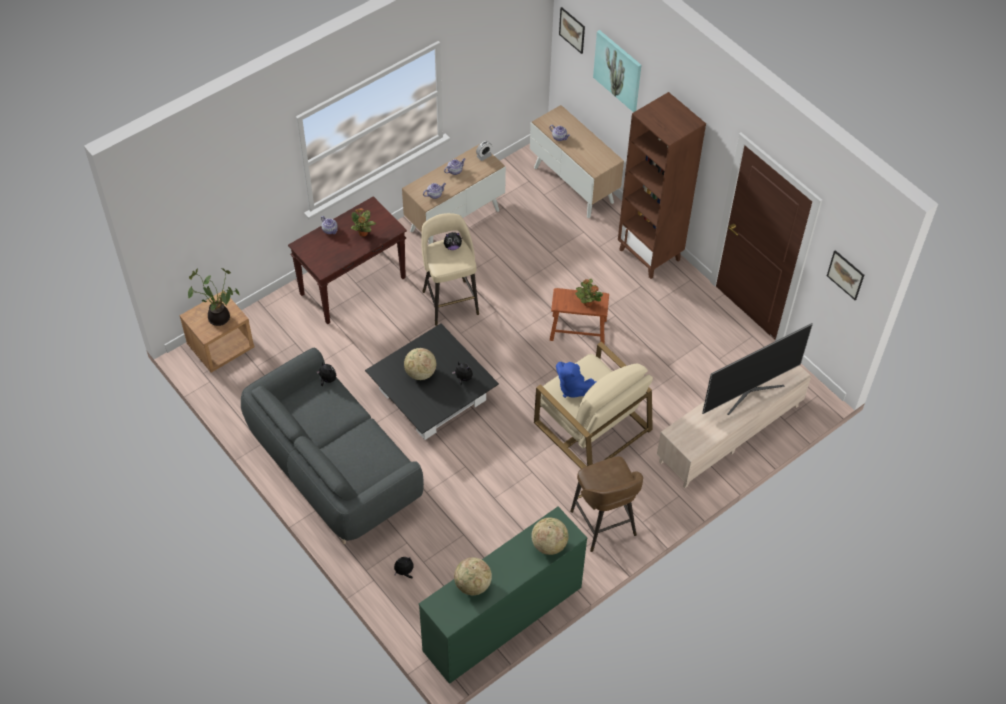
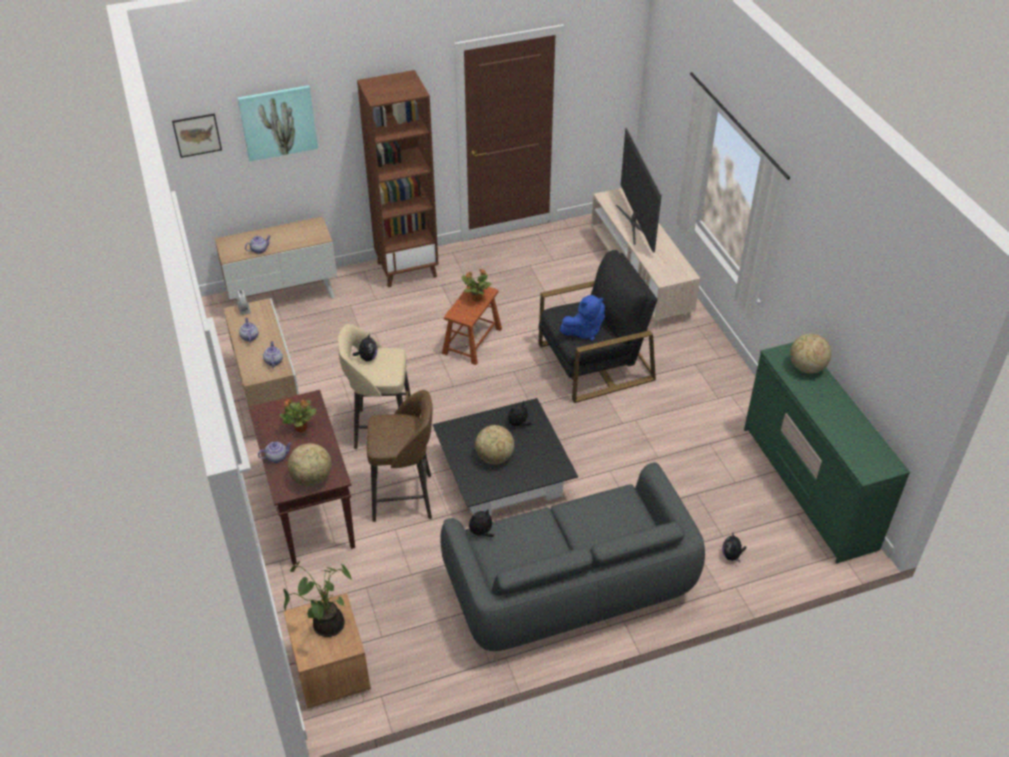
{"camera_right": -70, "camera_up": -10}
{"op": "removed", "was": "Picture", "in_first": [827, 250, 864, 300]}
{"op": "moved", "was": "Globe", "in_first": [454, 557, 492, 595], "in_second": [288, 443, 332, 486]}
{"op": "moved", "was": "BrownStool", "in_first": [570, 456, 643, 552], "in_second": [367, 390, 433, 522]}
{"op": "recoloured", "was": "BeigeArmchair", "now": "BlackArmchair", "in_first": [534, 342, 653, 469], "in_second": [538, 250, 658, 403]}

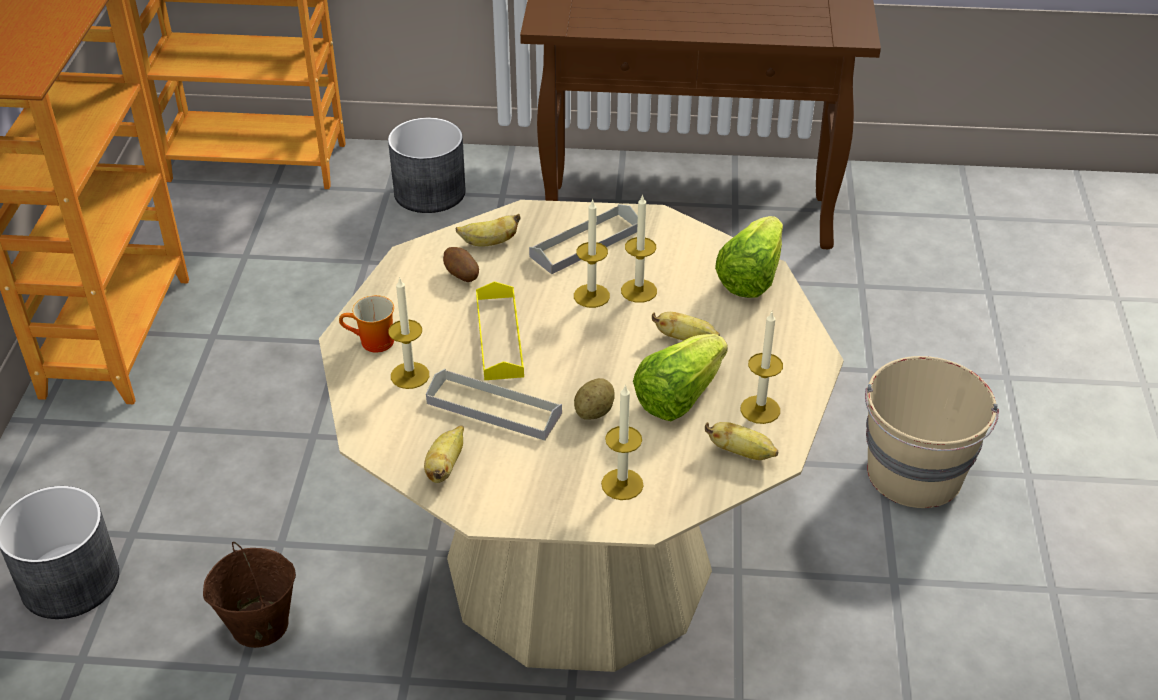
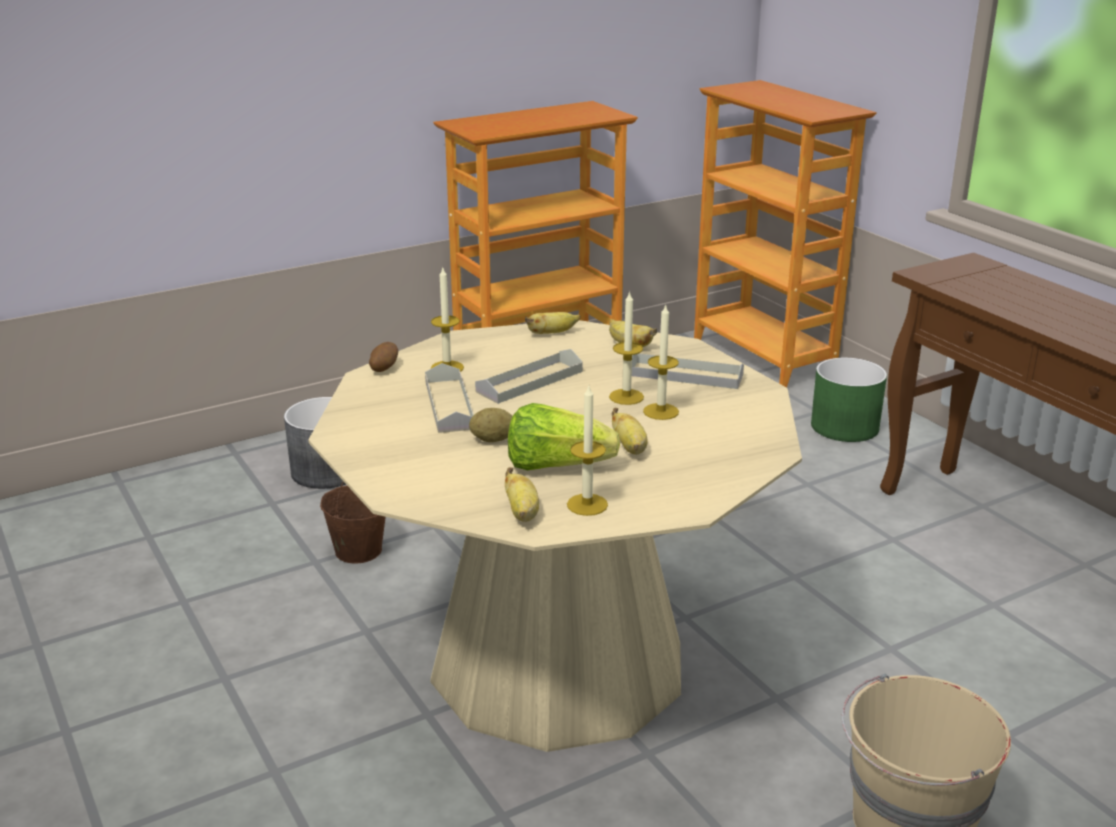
{"camera_right": 55, "camera_up": -15}
{"op": "removed", "was": "Mug", "in_first": [339, 295, 394, 353]}
{"op": "removed", "was": "Candle", "in_first": [601, 384, 644, 500]}
{"op": "removed", "was": "Lettuce", "in_first": [715, 216, 783, 298]}
{"op": "moved", "was": "Banana", "in_first": [424, 425, 464, 483], "in_second": [525, 312, 580, 334]}
{"op": "moved", "was": "Potato", "in_first": [443, 247, 479, 282], "in_second": [369, 342, 398, 372]}
{"op": "recoloured", "was": "GreyPlanter", "now": "GreenPlanter", "in_first": [388, 118, 466, 213], "in_second": [811, 358, 887, 442]}
{"op": "recoloured", "was": "YellowTray", "now": "GreyTray", "in_first": [476, 281, 524, 380], "in_second": [475, 349, 583, 404]}

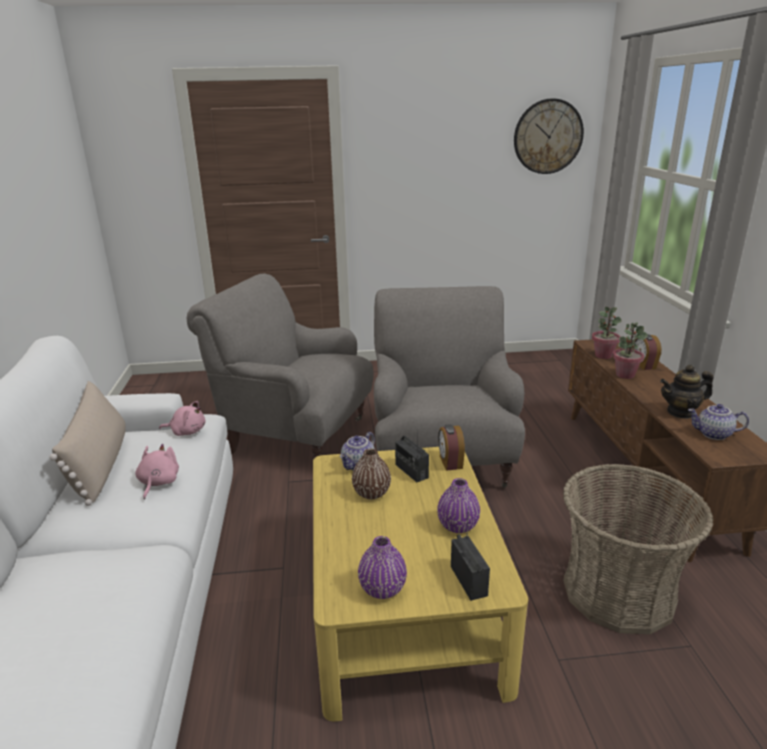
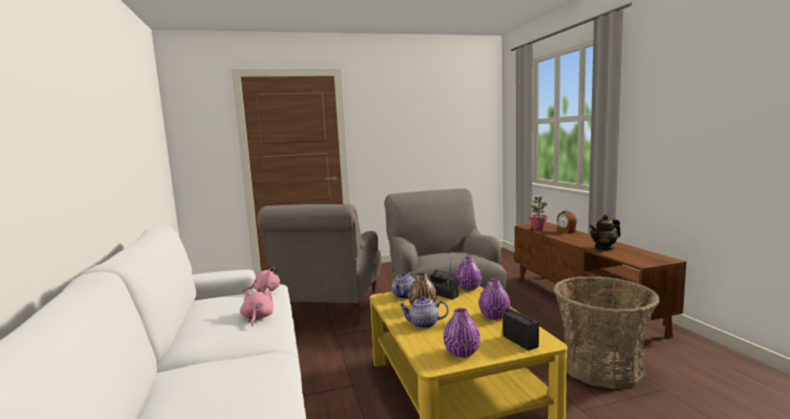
{"camera_right": -10, "camera_up": -15}
{"op": "removed", "was": "BeigePillow", "in_first": [49, 381, 126, 506]}
{"op": "removed", "was": "WallClock", "in_first": [514, 98, 584, 174]}
{"op": "removed", "was": "PottedPlant", "in_first": [613, 322, 648, 379]}
{"op": "moved", "was": "Teapot", "in_first": [688, 404, 749, 440], "in_second": [398, 296, 449, 329]}
{"op": "replaced", "was": "AlarmClock", "now": "PurpleVase", "in_first": [438, 424, 465, 471], "in_second": [455, 256, 481, 291]}
{"op": "turned", "was": "GreyArmchair", "in_first": [187, 273, 373, 457], "in_second": [257, 204, 381, 325], "clockwise": -90}

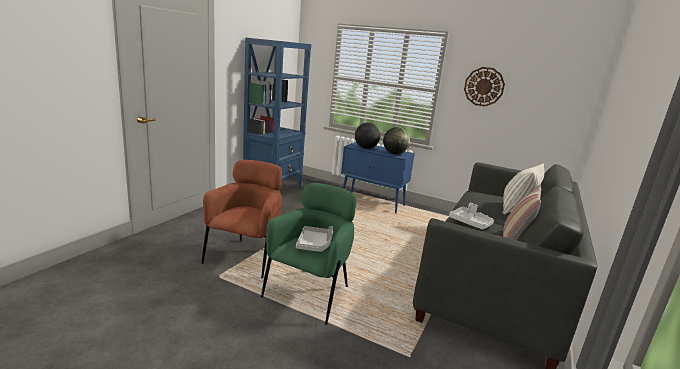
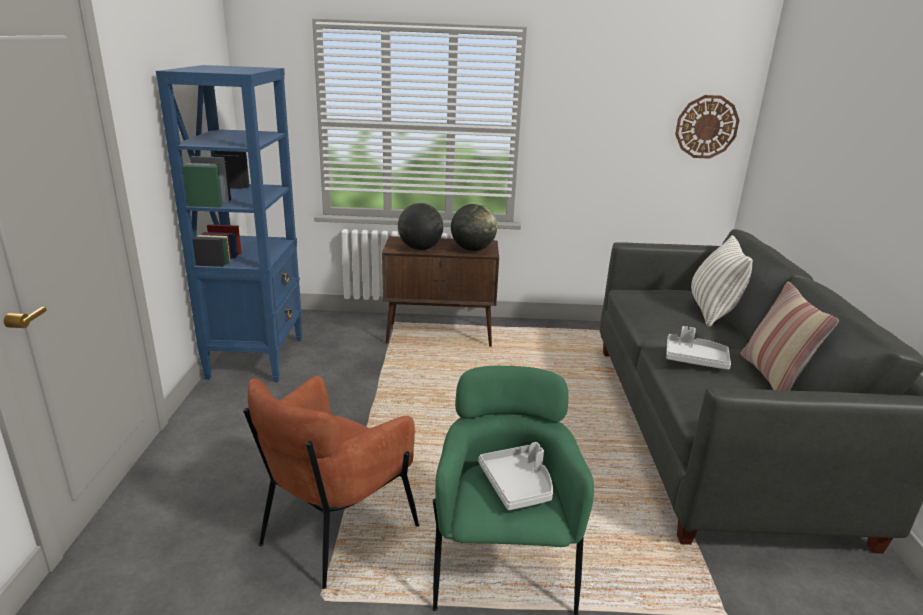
{"camera_right": -25, "camera_up": 5}
{"op": "moved", "was": "WallClock", "in_first": [464, 67, 505, 107], "in_second": [675, 95, 740, 159]}
{"op": "recoloured", "was": "BlueCabinet", "now": "BrownCabinet", "in_first": [341, 142, 415, 213], "in_second": [382, 236, 499, 347]}
{"op": "turned", "was": "BrownArmchair", "in_first": [201, 160, 282, 278], "in_second": [243, 376, 420, 589], "clockwise": -135}

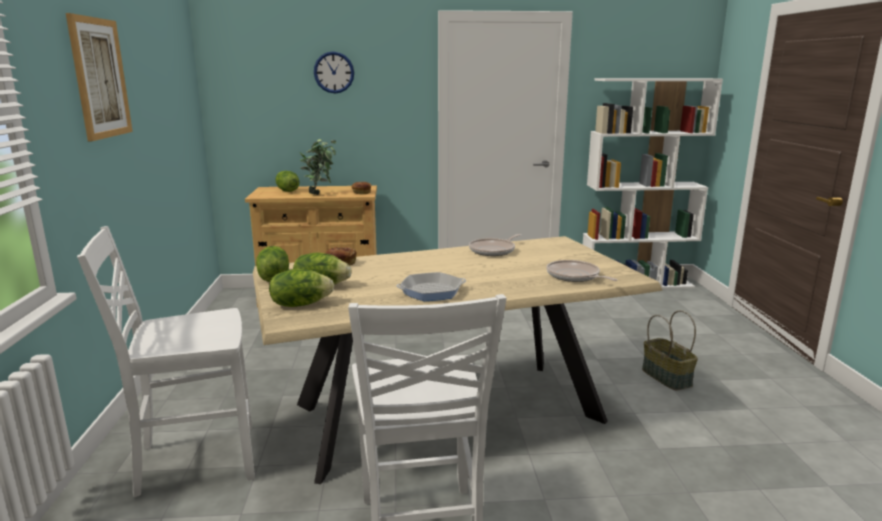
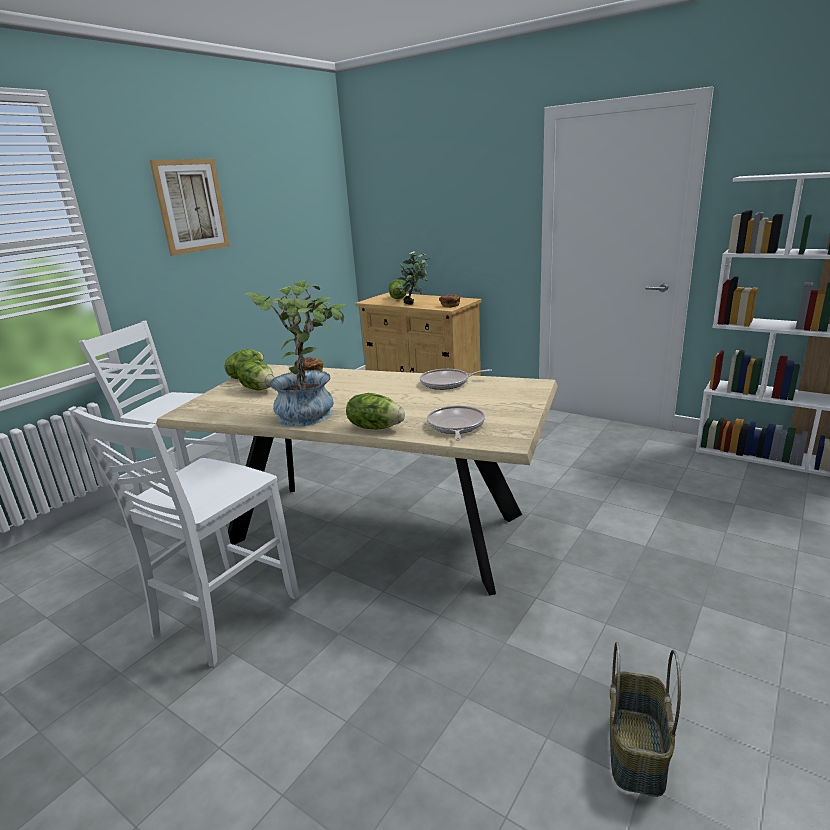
{"camera_right": 40, "camera_up": 5}
{"op": "removed", "was": "WallClock", "in_first": [314, 51, 354, 93]}
{"op": "moved", "was": "Lettuce", "in_first": [269, 269, 334, 307], "in_second": [346, 393, 405, 429]}
{"op": "moved", "was": "Basket", "in_first": [642, 310, 698, 390], "in_second": [610, 642, 681, 797]}
{"op": "replaced", "was": "FryingPan", "now": "PottedPlant", "in_first": [396, 272, 466, 301], "in_second": [245, 279, 345, 426]}

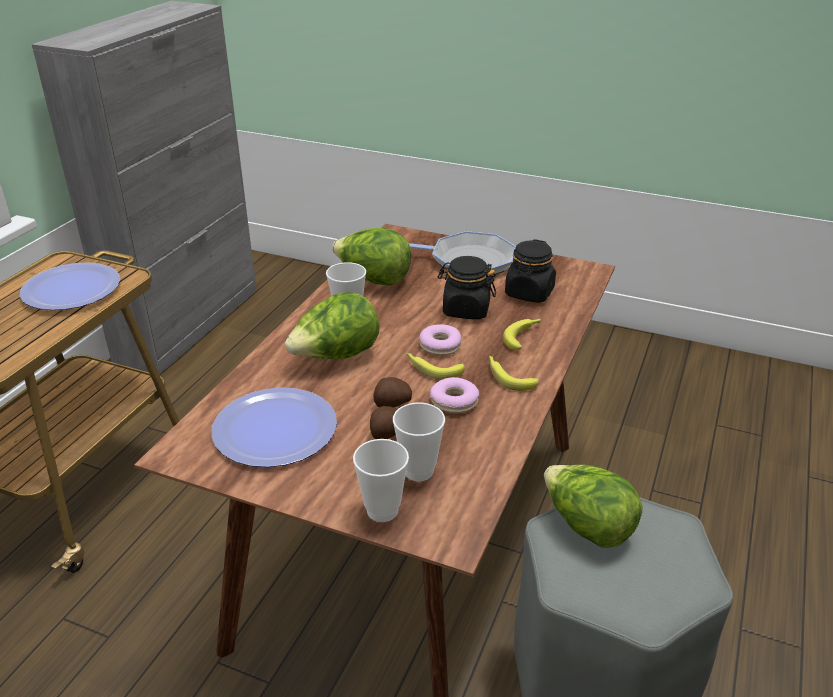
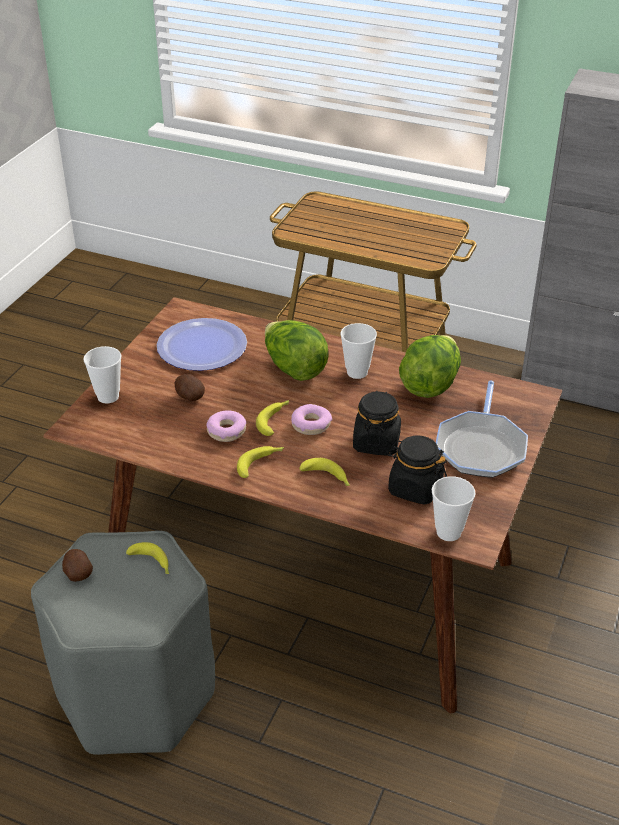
{"camera_right": 90, "camera_up": 5}
{"op": "removed", "was": "Plate", "in_first": [20, 262, 120, 310]}
{"op": "moved", "was": "Potato", "in_first": [373, 377, 412, 408], "in_second": [62, 549, 93, 582]}
{"op": "moved", "was": "Cup", "in_first": [393, 403, 445, 481], "in_second": [432, 476, 476, 541]}
{"op": "replaced", "was": "Lettuce", "now": "Banana", "in_first": [544, 465, 643, 548], "in_second": [126, 542, 169, 574]}

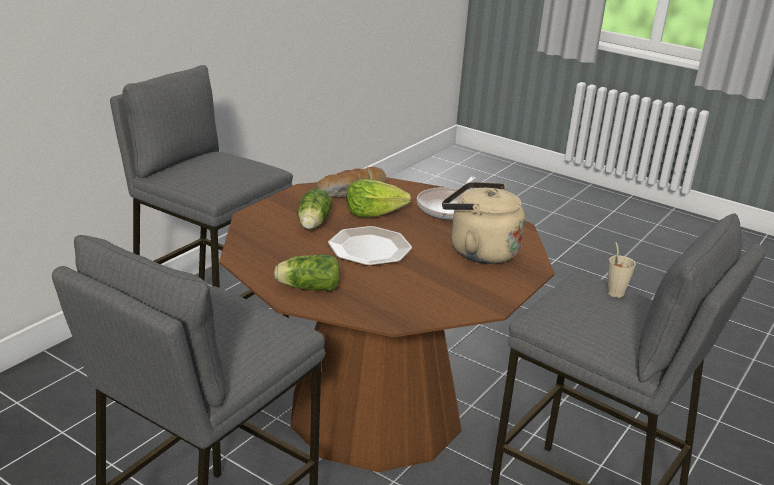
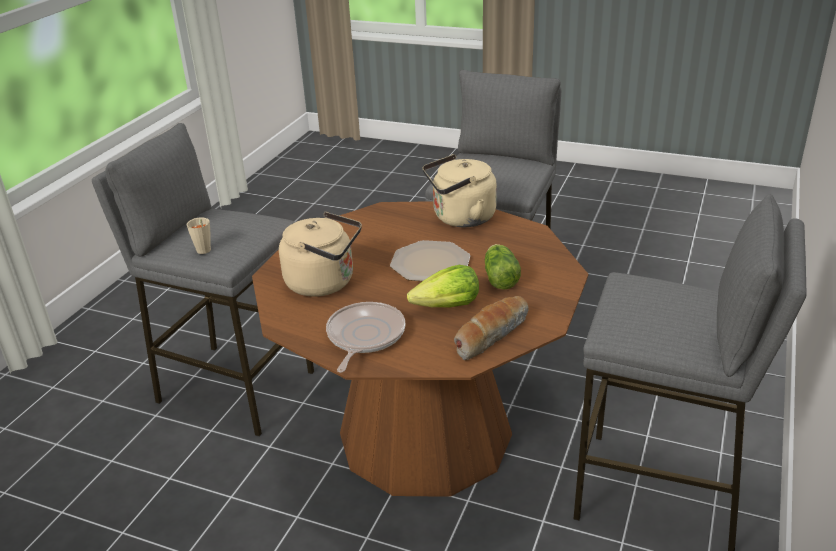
{"camera_right": 170, "camera_up": 5}
{"op": "replaced", "was": "Lettuce", "now": "BeigeKettle", "in_first": [274, 255, 340, 291], "in_second": [423, 154, 497, 227]}

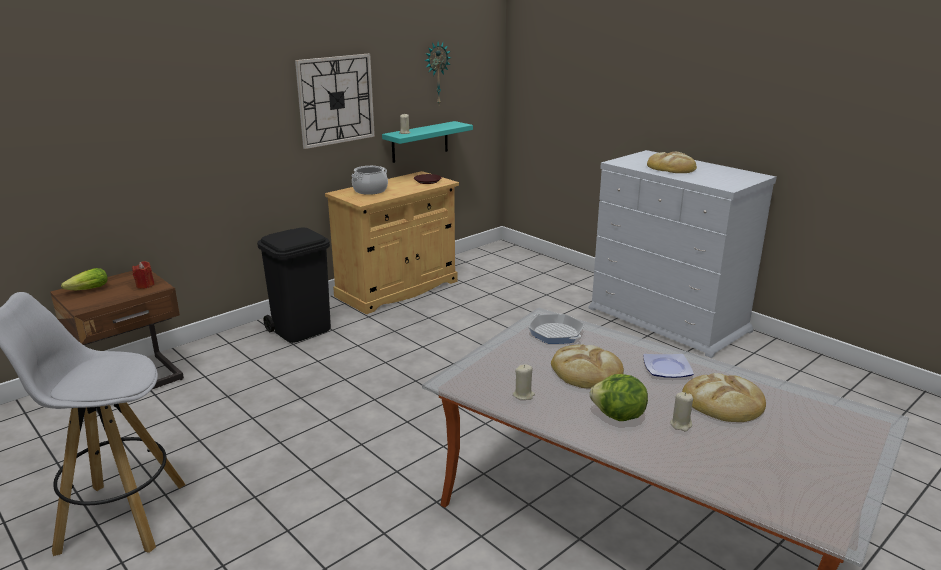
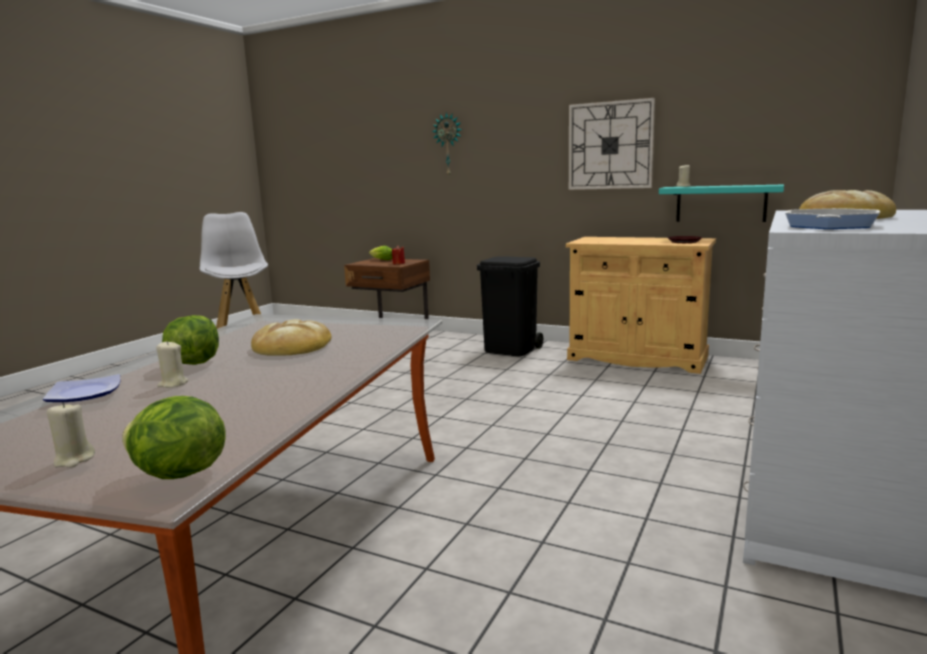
{"camera_right": 70, "camera_up": -10}
{"op": "removed", "was": "CookingPot", "in_first": [352, 166, 388, 195]}
{"op": "removed", "was": "Bread", "in_first": [682, 373, 766, 422]}
{"op": "added", "now": "Lettuce", "in_second": [122, 396, 226, 479]}
{"op": "moved", "was": "WallClock", "in_first": [425, 42, 451, 104], "in_second": [432, 112, 462, 176]}
{"op": "moved", "was": "BeigeCandle", "in_first": [513, 365, 535, 400], "in_second": [47, 402, 95, 468]}
{"op": "moved", "was": "FryingPan", "in_first": [528, 314, 584, 344], "in_second": [785, 208, 880, 229]}
{"op": "moved", "was": "Plate", "in_first": [643, 354, 694, 378], "in_second": [43, 374, 121, 402]}

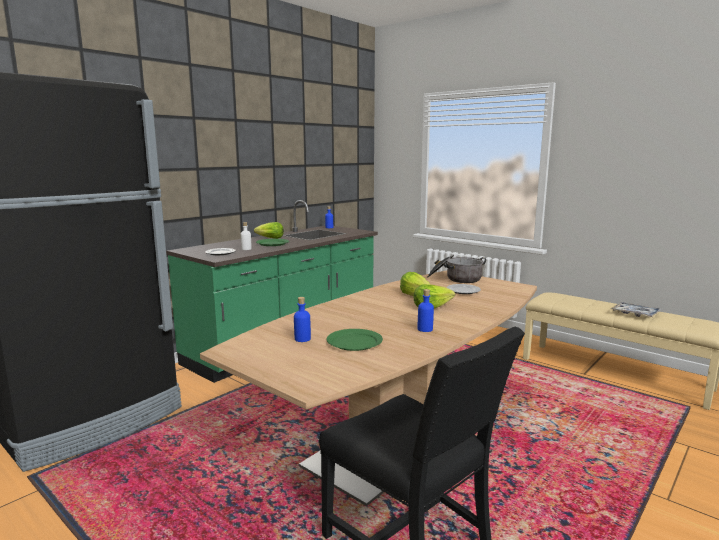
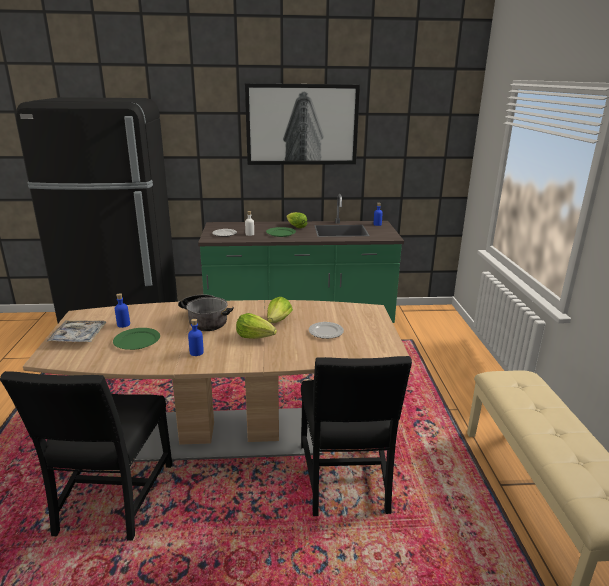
{"camera_right": 45, "camera_up": 10}
{"op": "added", "now": "Picture", "in_second": [245, 83, 360, 165]}
{"op": "added", "now": "BlackChair", "in_second": [301, 356, 412, 516]}
{"op": "moved", "was": "CookingPot", "in_first": [427, 255, 486, 283], "in_second": [178, 295, 234, 331]}
{"op": "moved", "was": "Tray", "in_first": [610, 302, 661, 317], "in_second": [46, 320, 106, 342]}

